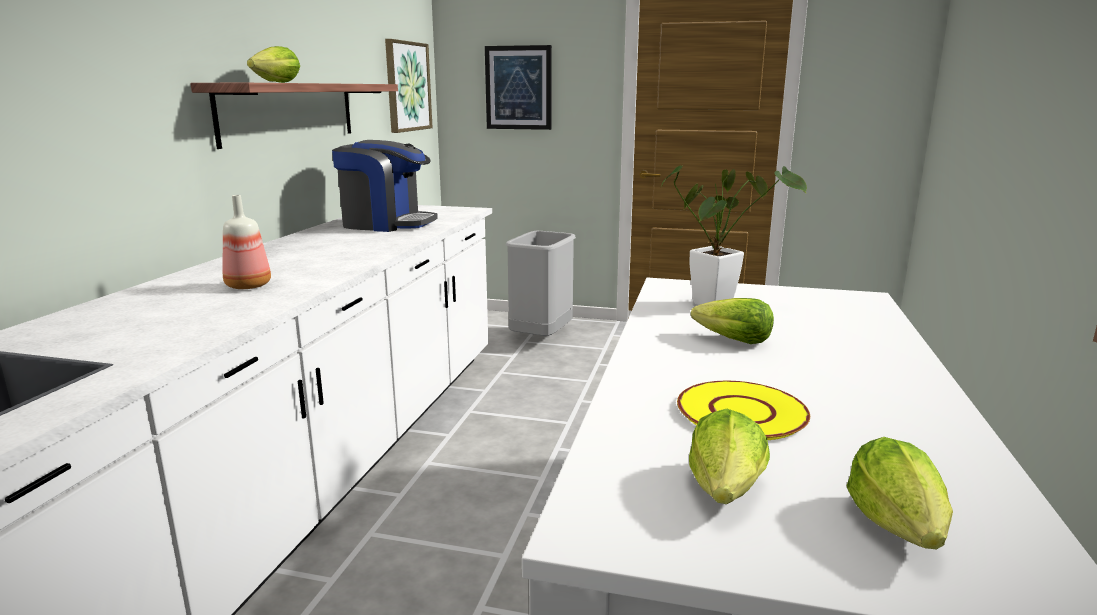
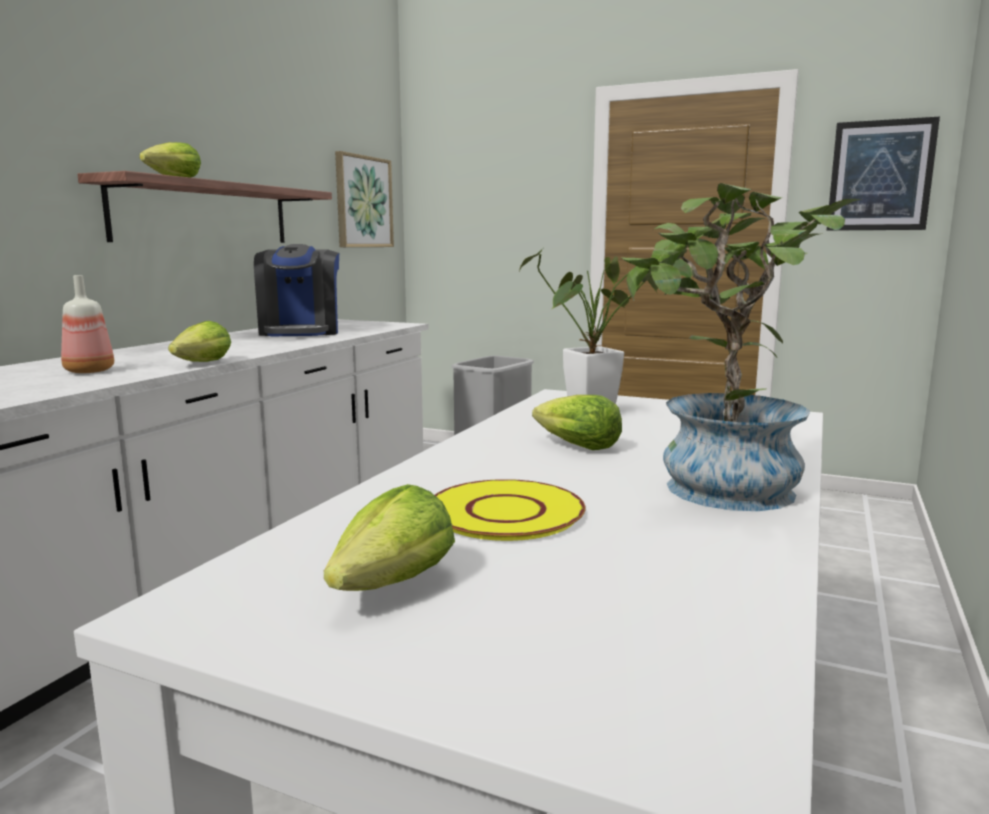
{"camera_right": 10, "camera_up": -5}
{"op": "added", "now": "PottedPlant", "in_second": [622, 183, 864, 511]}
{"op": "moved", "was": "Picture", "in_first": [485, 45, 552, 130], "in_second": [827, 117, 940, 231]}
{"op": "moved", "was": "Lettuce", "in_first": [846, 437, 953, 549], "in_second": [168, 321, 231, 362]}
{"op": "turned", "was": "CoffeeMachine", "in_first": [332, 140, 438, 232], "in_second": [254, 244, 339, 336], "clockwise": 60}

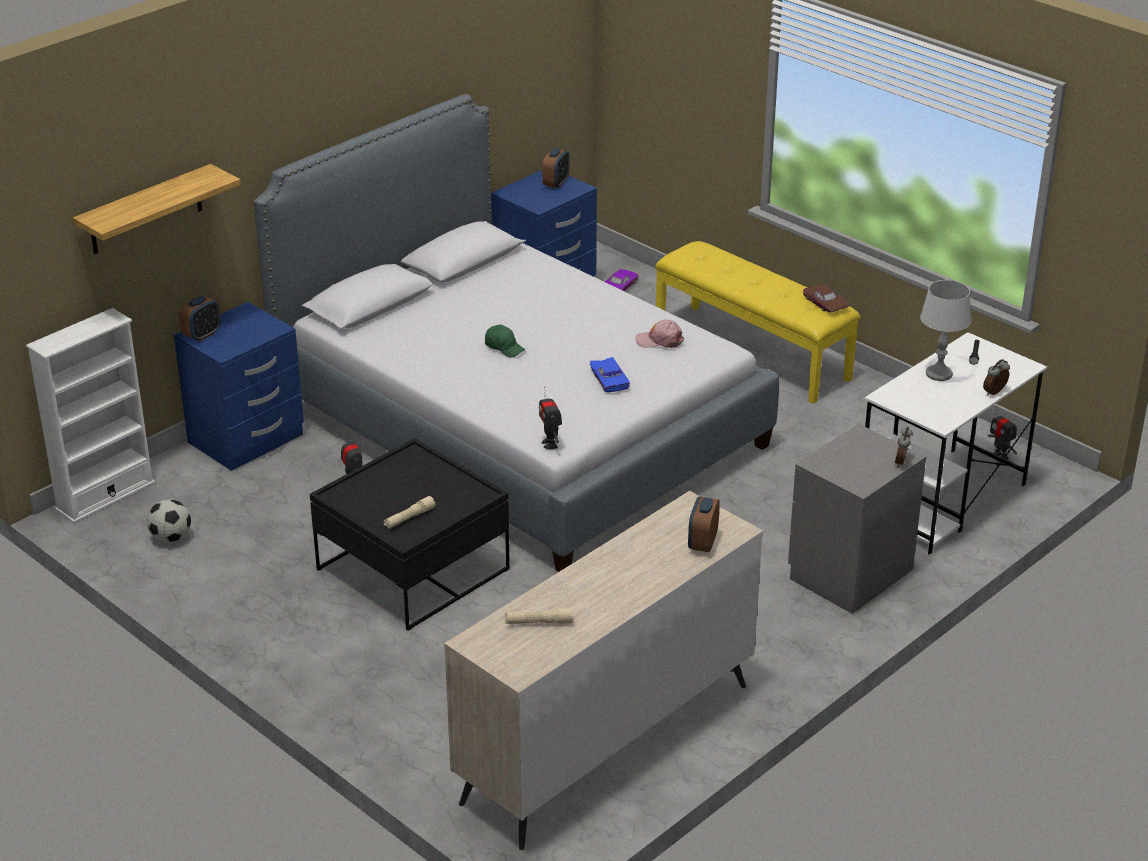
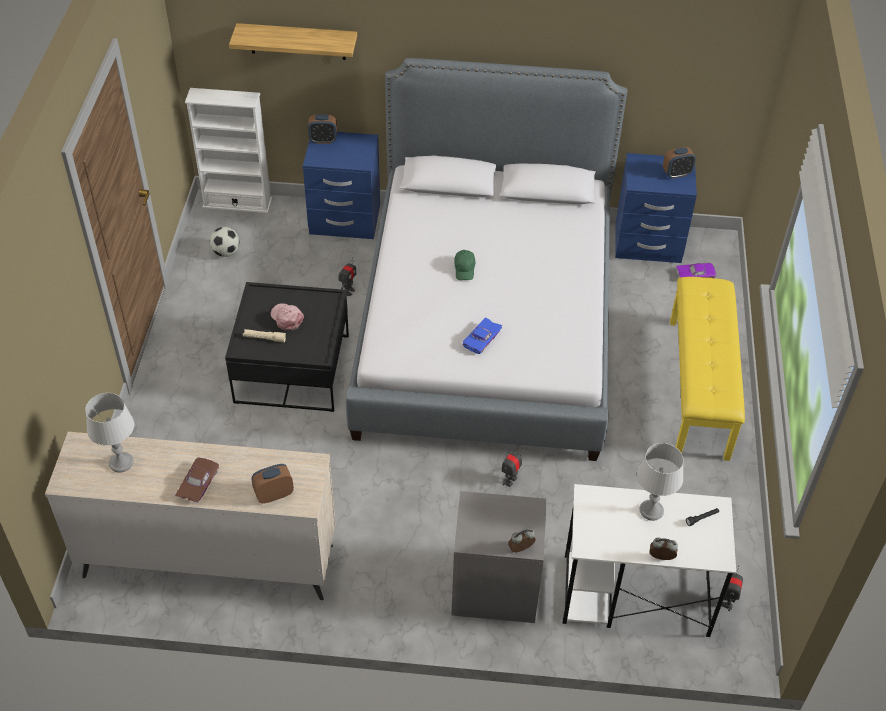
{"camera_right": 50, "camera_up": 15}
{"op": "moved", "was": "ToyRobot", "in_first": [539, 386, 562, 449], "in_second": [502, 445, 522, 487]}
{"op": "moved", "was": "PinkCap", "in_first": [635, 320, 684, 348], "in_second": [271, 303, 304, 331]}
{"op": "moved", "was": "BrownToyCar", "in_first": [803, 284, 851, 312], "in_second": [175, 457, 219, 503]}
{"op": "replaced", "was": "BeigeFlashlight", "now": "GreyTableLamp", "in_first": [505, 608, 573, 624], "in_second": [85, 393, 134, 473]}

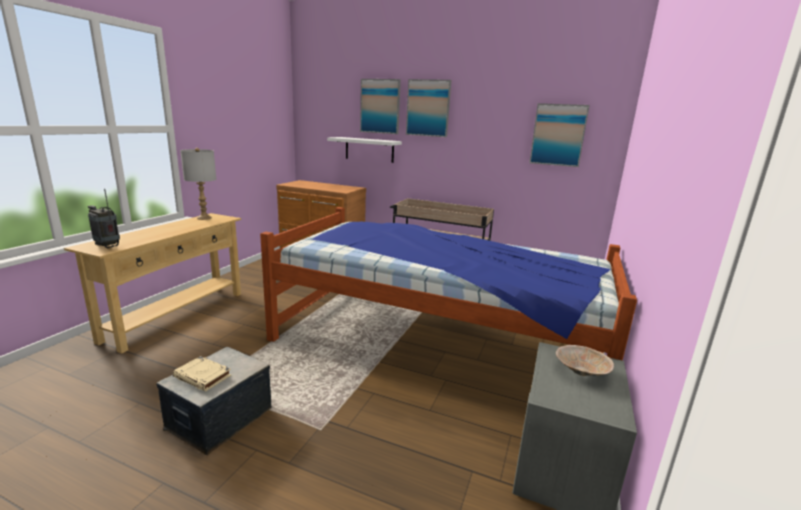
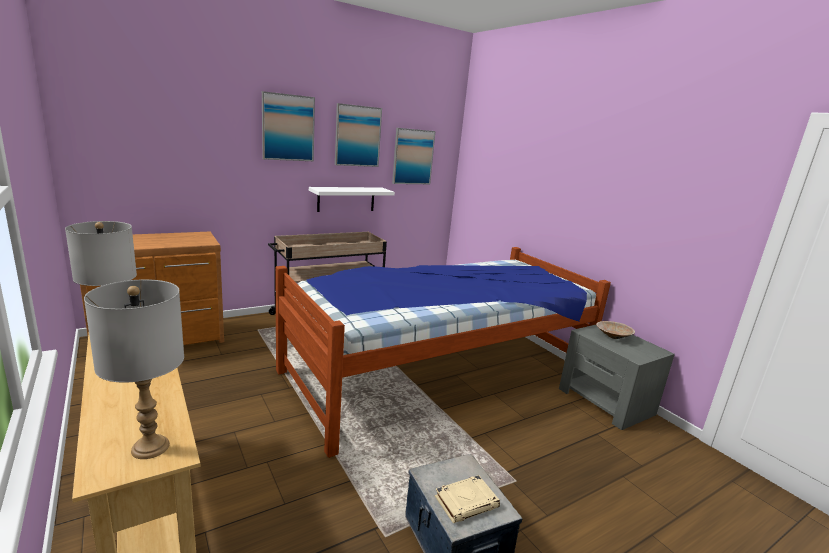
{"camera_right": -55, "camera_up": 0}
{"op": "moved", "was": "WhiteShelf", "in_first": [327, 137, 402, 163], "in_second": [309, 187, 395, 212]}
{"op": "moved", "was": "Picture", "in_first": [360, 79, 401, 134], "in_second": [335, 103, 382, 167]}
{"op": "replaced", "was": "Radio", "now": "GreyTableLamp", "in_first": [88, 189, 120, 248], "in_second": [84, 279, 184, 459]}

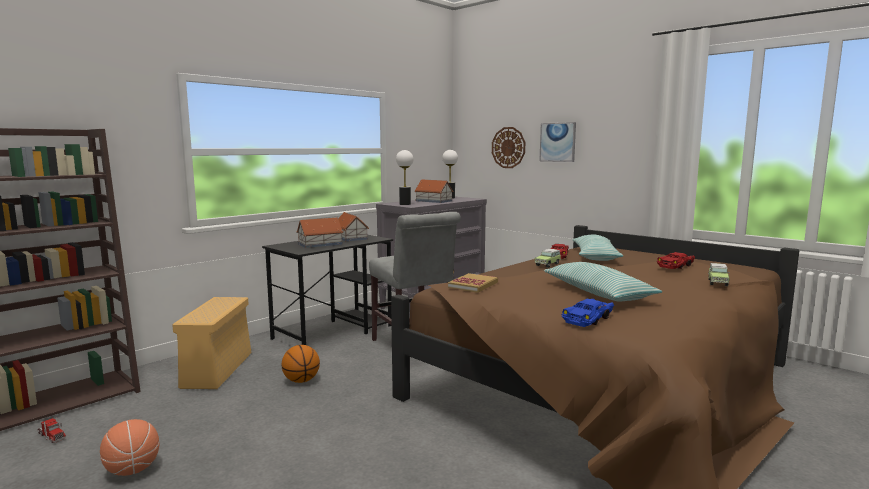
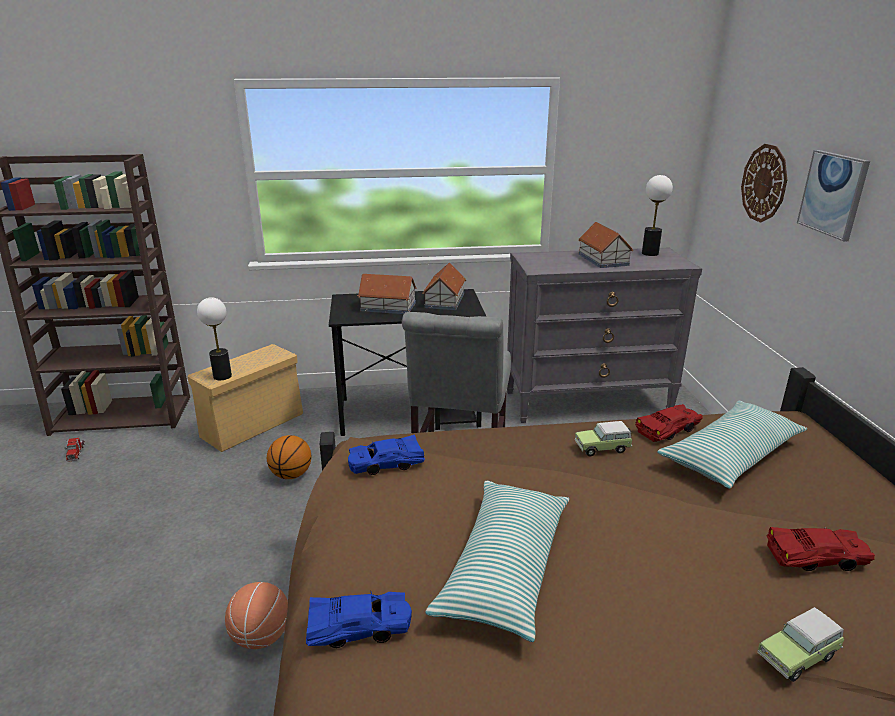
{"camera_right": 40, "camera_up": 15}
{"op": "moved", "was": "Basketball", "in_first": [100, 419, 159, 476], "in_second": [225, 582, 288, 649]}
{"op": "moved", "was": "TableLamp", "in_first": [396, 150, 413, 205], "in_second": [197, 297, 232, 380]}
{"op": "replaced", "was": "Book", "now": "BlueToyCar", "in_first": [448, 273, 498, 293], "in_second": [348, 435, 425, 475]}

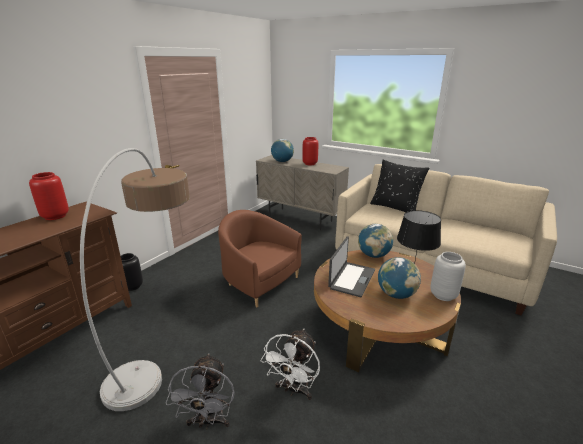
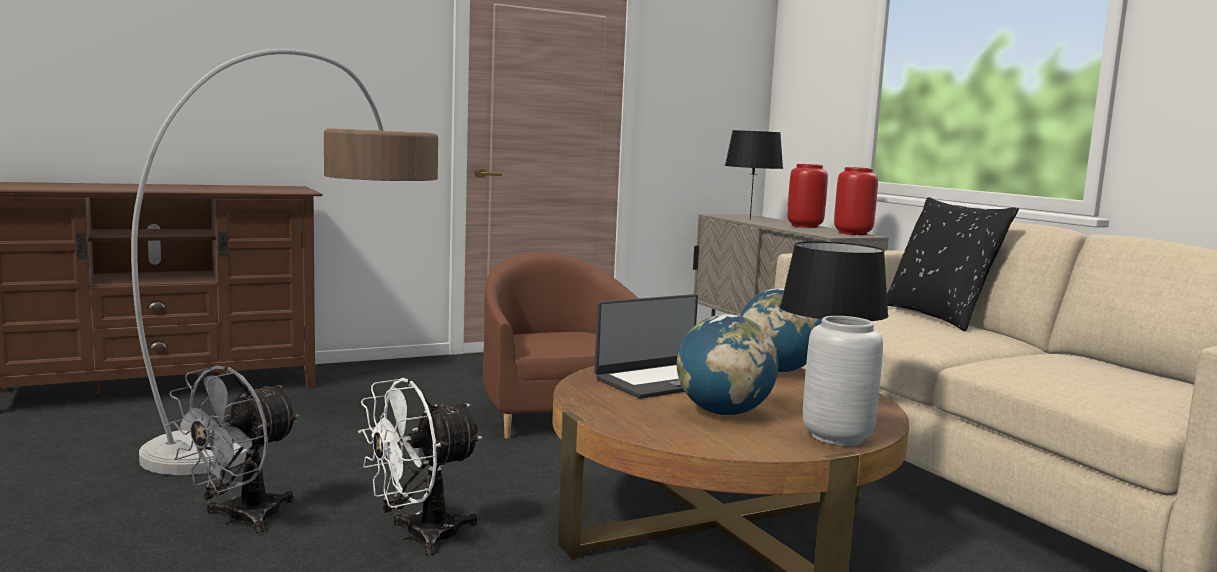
{"camera_right": 30, "camera_up": -15}
{"op": "removed", "was": "BlackVase", "in_first": [121, 253, 143, 291]}
{"op": "moved", "was": "RedVase", "in_first": [29, 172, 69, 220], "in_second": [834, 167, 878, 235]}
{"op": "replaced", "was": "Globe", "now": "BlackTableLamp", "in_first": [271, 139, 294, 162], "in_second": [725, 130, 783, 220]}

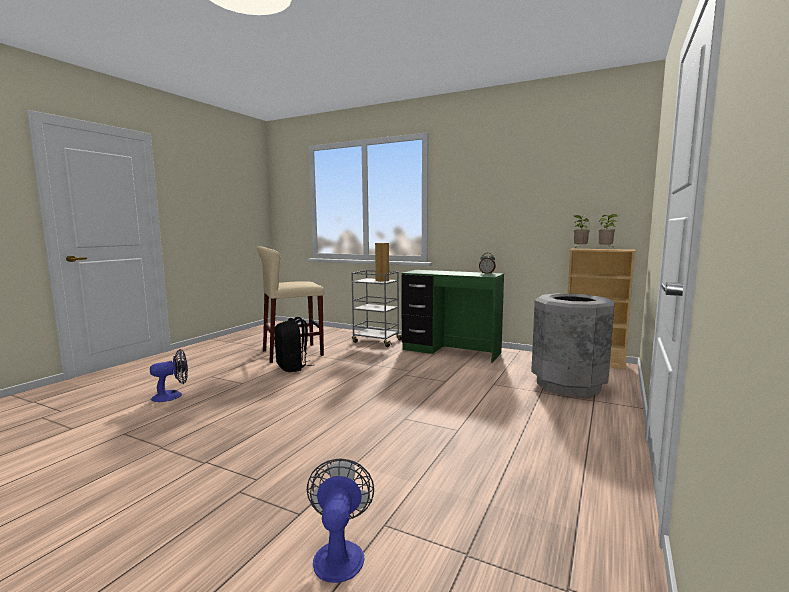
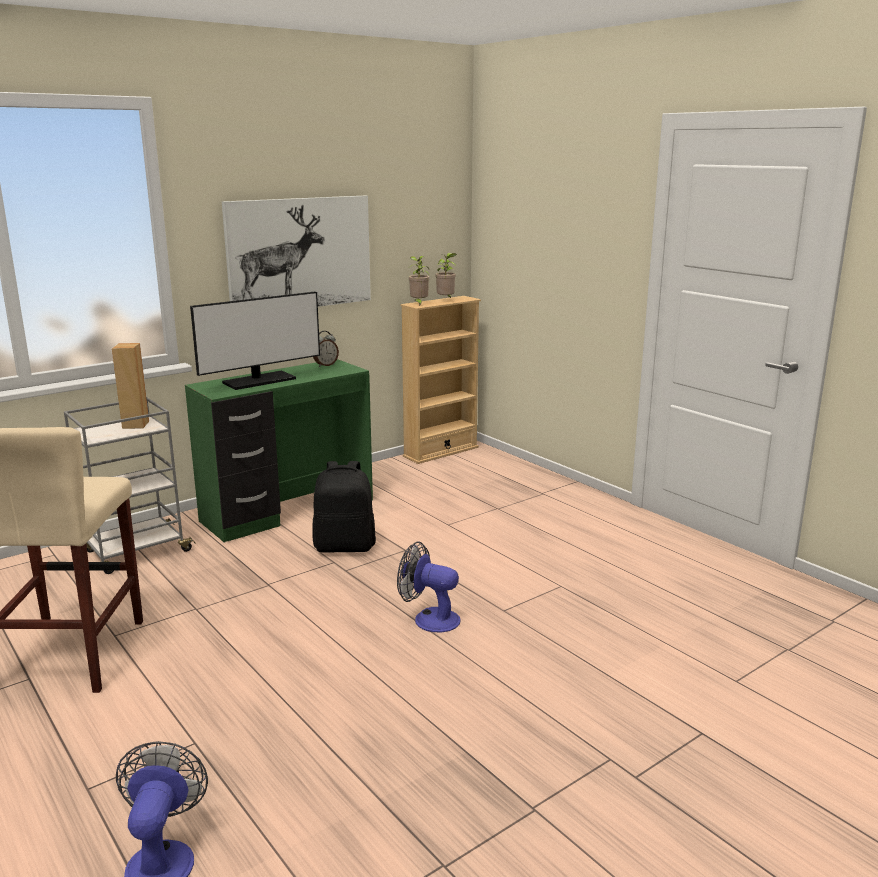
{"camera_right": -65, "camera_up": 10}
{"op": "removed", "was": "GreyTrashCan", "in_first": [531, 293, 614, 397]}
{"op": "added", "now": "Monitor", "in_second": [190, 291, 320, 390]}
{"op": "added", "now": "Picture", "in_second": [222, 196, 371, 307]}
{"op": "moved", "was": "BlackBackpack", "in_first": [274, 317, 315, 372], "in_second": [312, 461, 376, 553]}
{"op": "moved", "was": "Fan", "in_first": [307, 458, 374, 583], "in_second": [397, 541, 461, 632]}

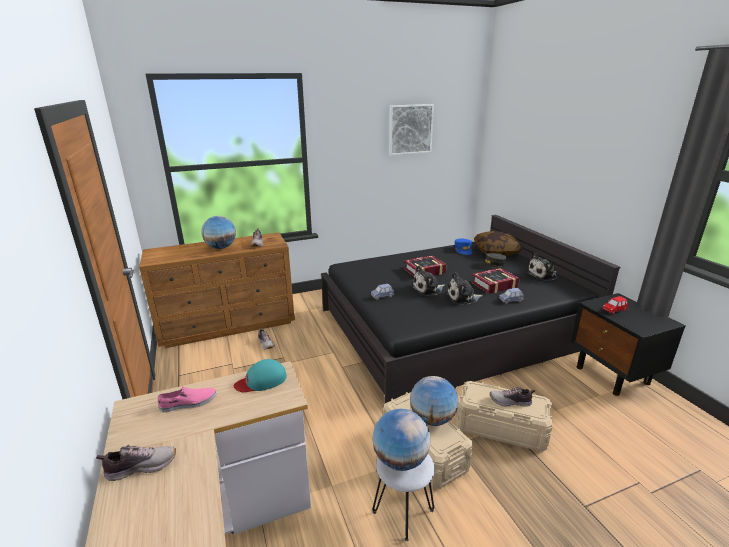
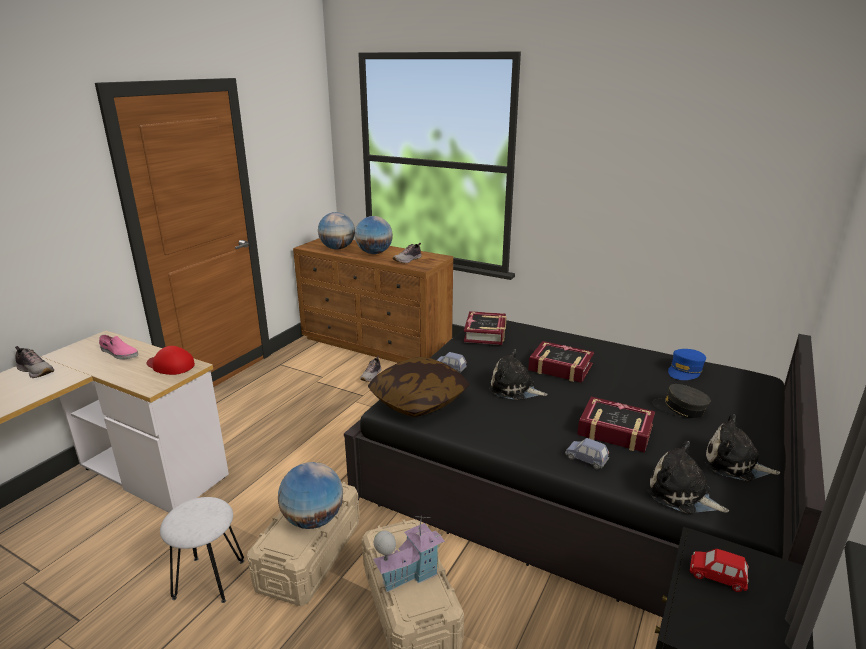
{"camera_right": 50, "camera_up": 0}
{"op": "removed", "was": "Picture", "in_first": [389, 104, 434, 156]}
{"op": "added", "now": "Book", "in_second": [463, 311, 507, 345]}
{"op": "moved", "was": "Globe", "in_first": [372, 409, 431, 471], "in_second": [318, 212, 355, 250]}
{"op": "moved", "was": "PlushToy", "in_first": [446, 272, 483, 305], "in_second": [647, 441, 729, 514]}
{"op": "moved", "was": "Pillow", "in_first": [474, 231, 522, 256], "in_second": [368, 357, 470, 417]}
{"op": "replaced", "was": "Shoe", "now": "ToyHouse", "in_first": [490, 387, 535, 407], "in_second": [373, 516, 445, 592]}
{"op": "recoloured", "was": "TurquoiseCap", "now": "RedCap", "in_first": [234, 359, 287, 392], "in_second": [147, 346, 195, 375]}

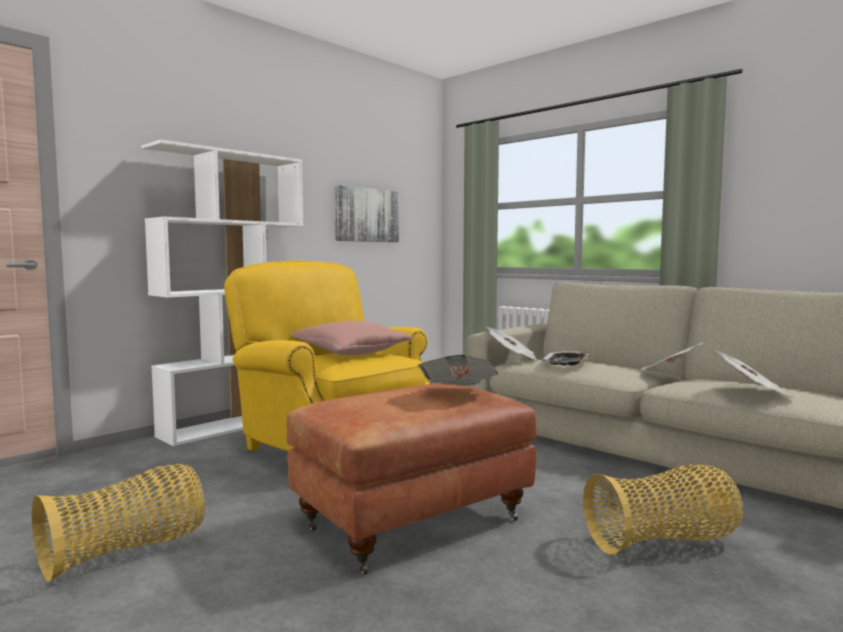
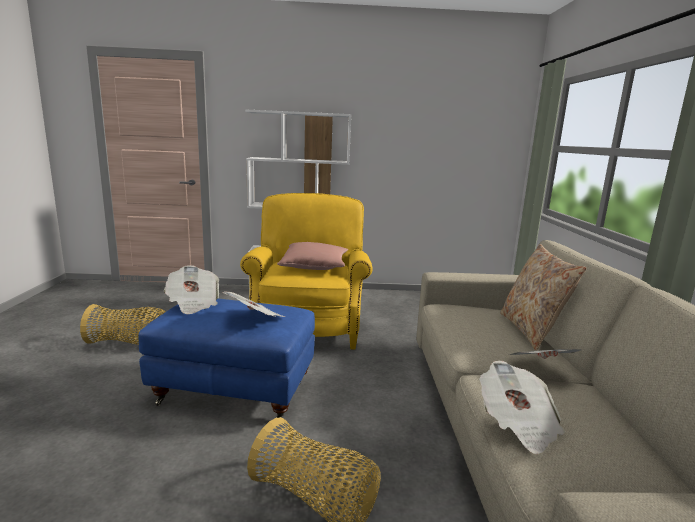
{"camera_right": 45, "camera_up": 10}
{"op": "removed", "was": "Picture", "in_first": [335, 185, 399, 242]}
{"op": "removed", "was": "Tray", "in_first": [542, 351, 591, 366]}
{"op": "added", "now": "BeigePillow", "in_second": [500, 244, 587, 351]}
{"op": "moved", "was": "Newspaper", "in_first": [487, 327, 537, 360], "in_second": [164, 265, 219, 314]}
{"op": "recoloured", "was": "BrownOttoman", "now": "BlueOttoman", "in_first": [286, 383, 537, 575], "in_second": [138, 299, 315, 418]}

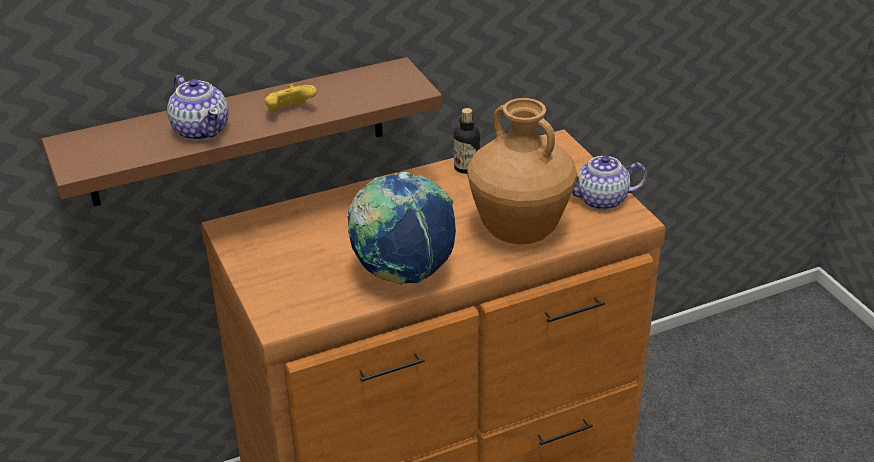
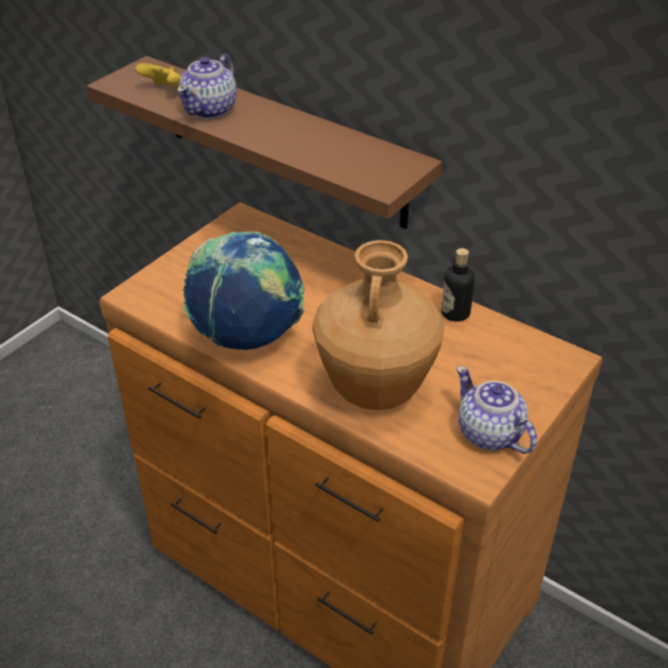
{"camera_right": 60, "camera_up": 5}
{"op": "moved", "was": "YellowGameController", "in_first": [265, 84, 317, 113], "in_second": [135, 63, 181, 92]}

